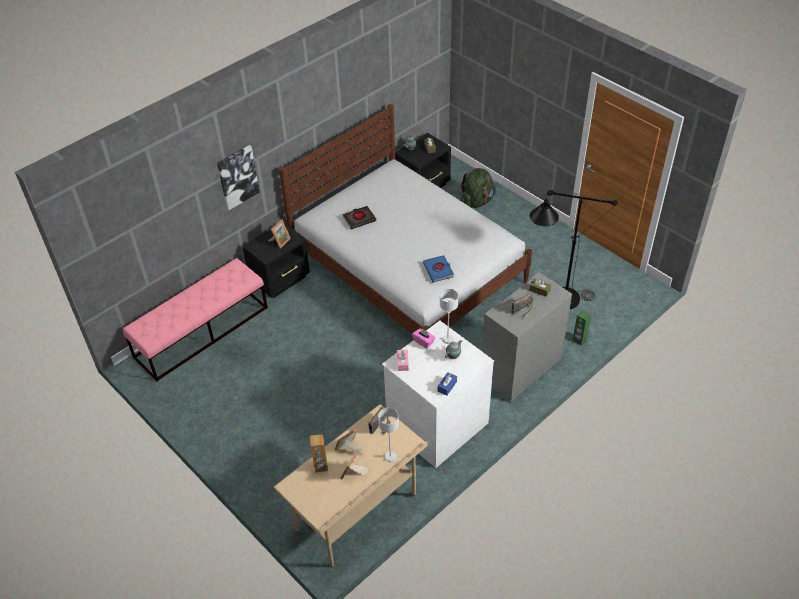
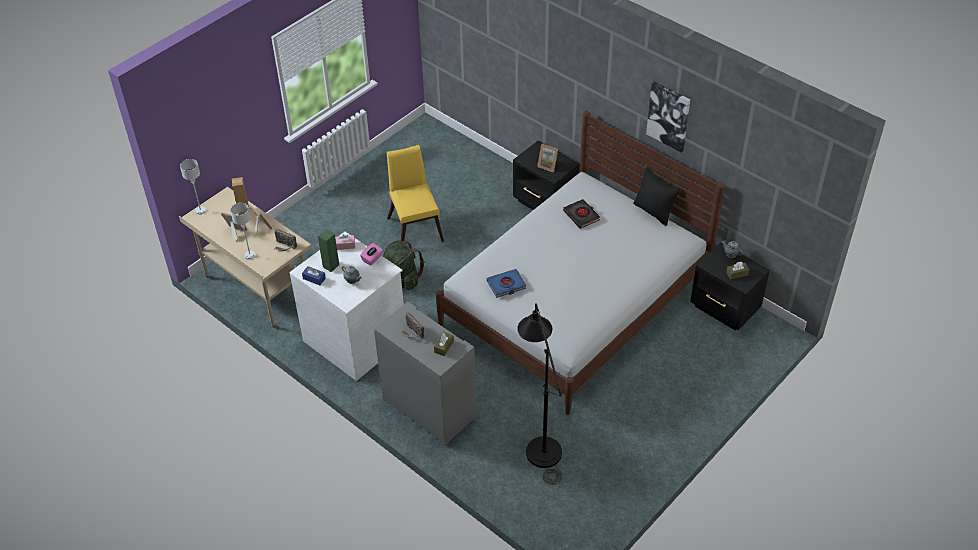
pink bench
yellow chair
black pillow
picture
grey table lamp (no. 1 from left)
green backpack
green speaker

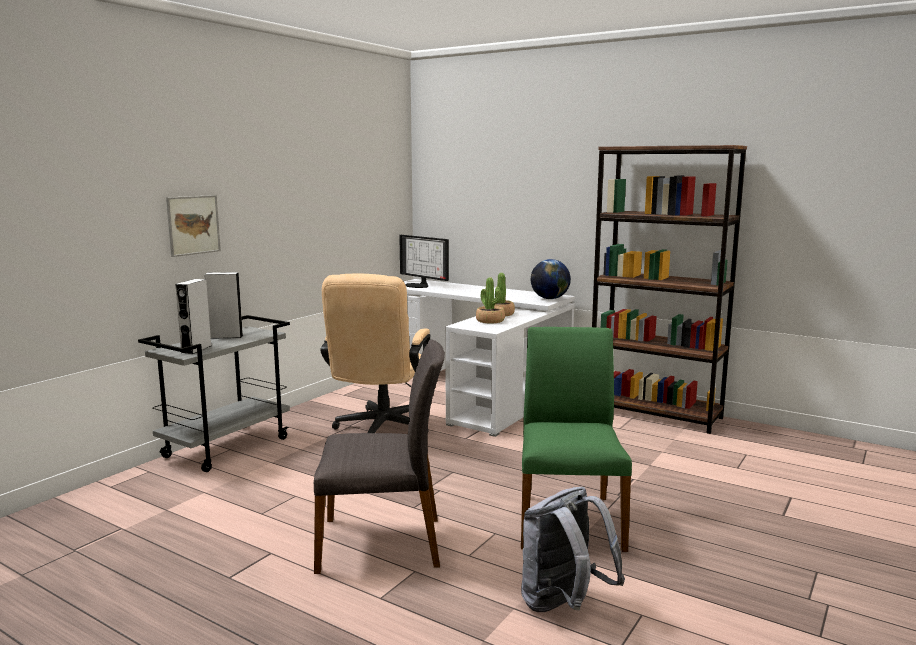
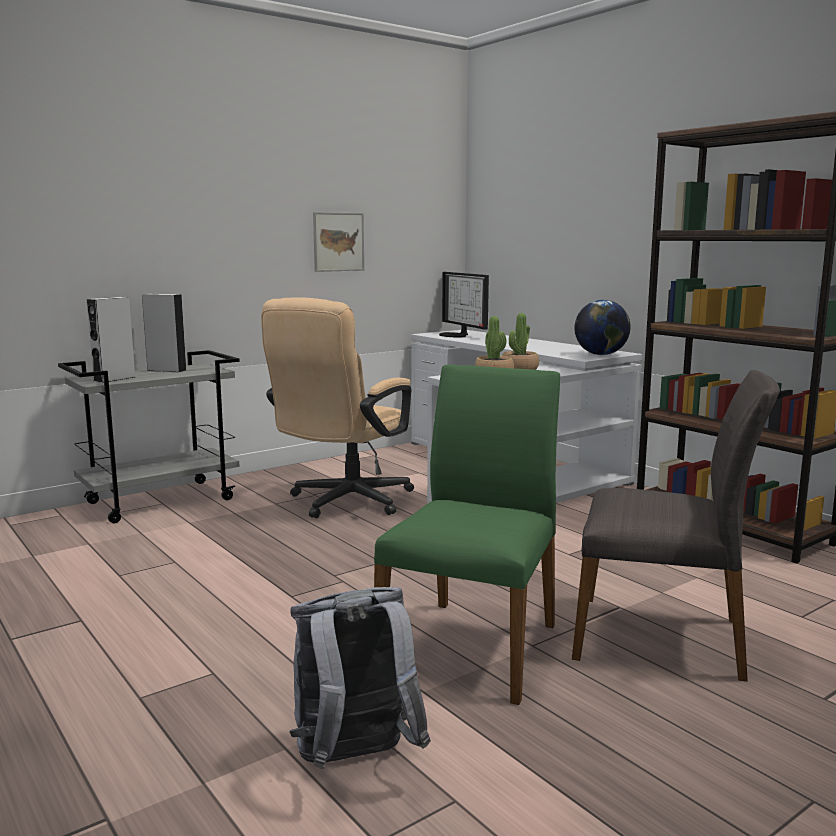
picture
grey chair

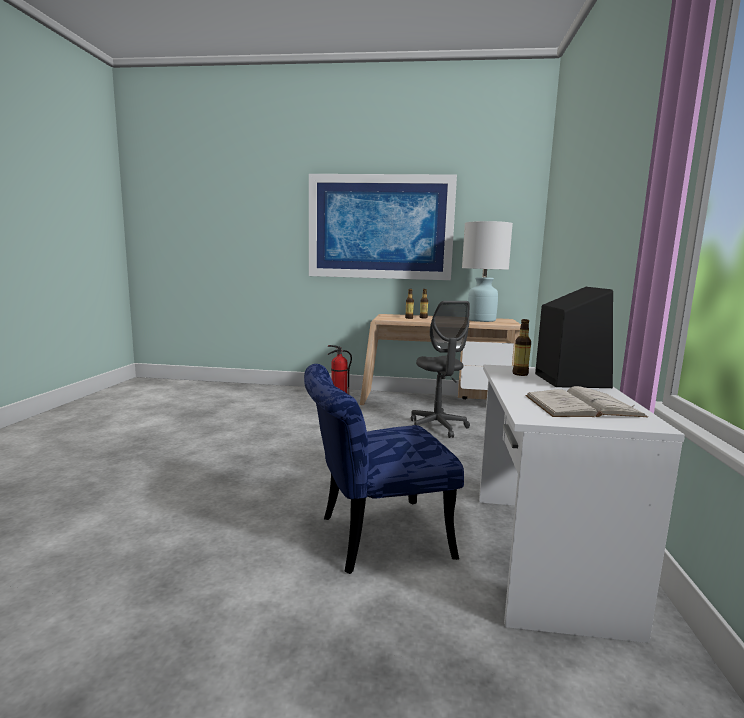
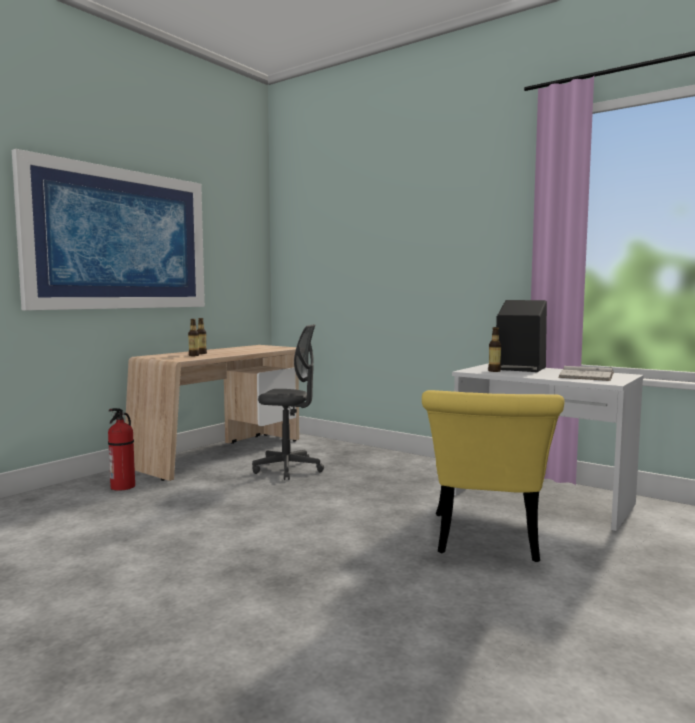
white table lamp
yellow chair

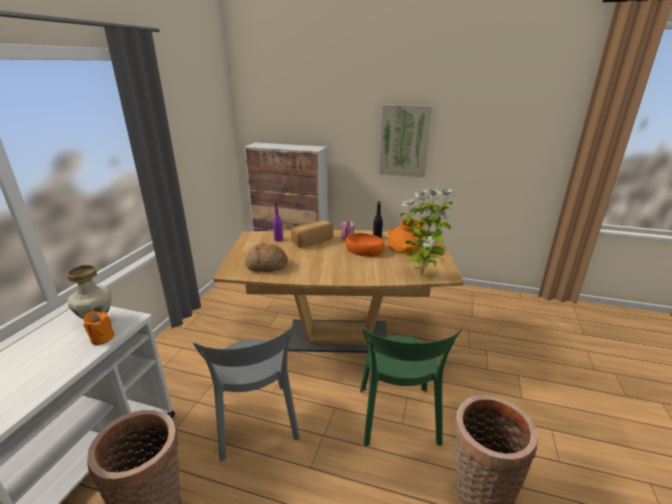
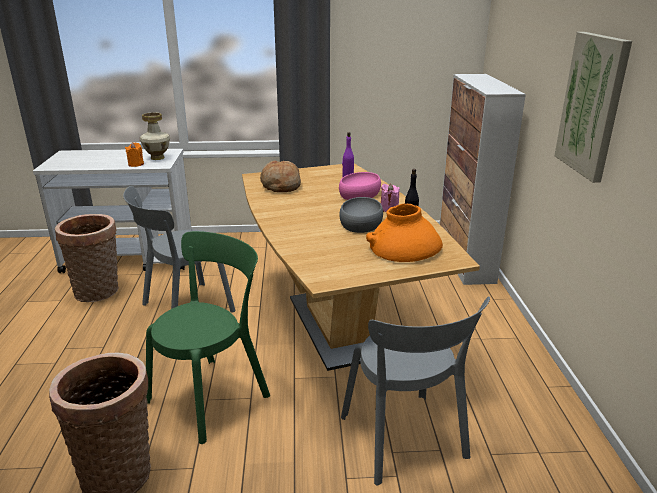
potted plant
grey chair (no. 2 from left)
pink bowl
grey bowl
green chair

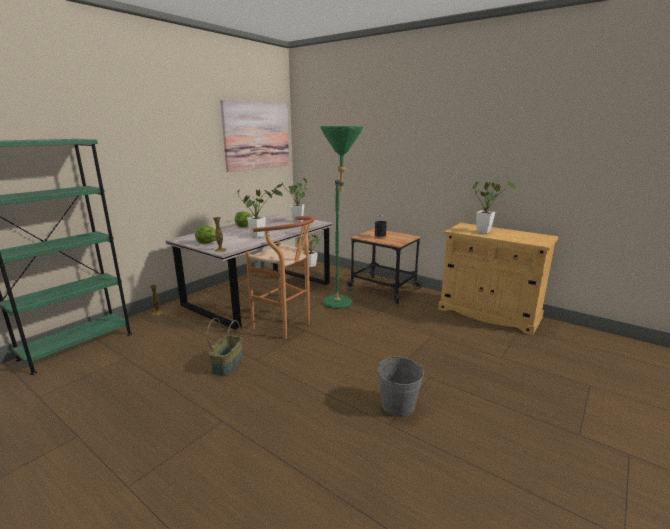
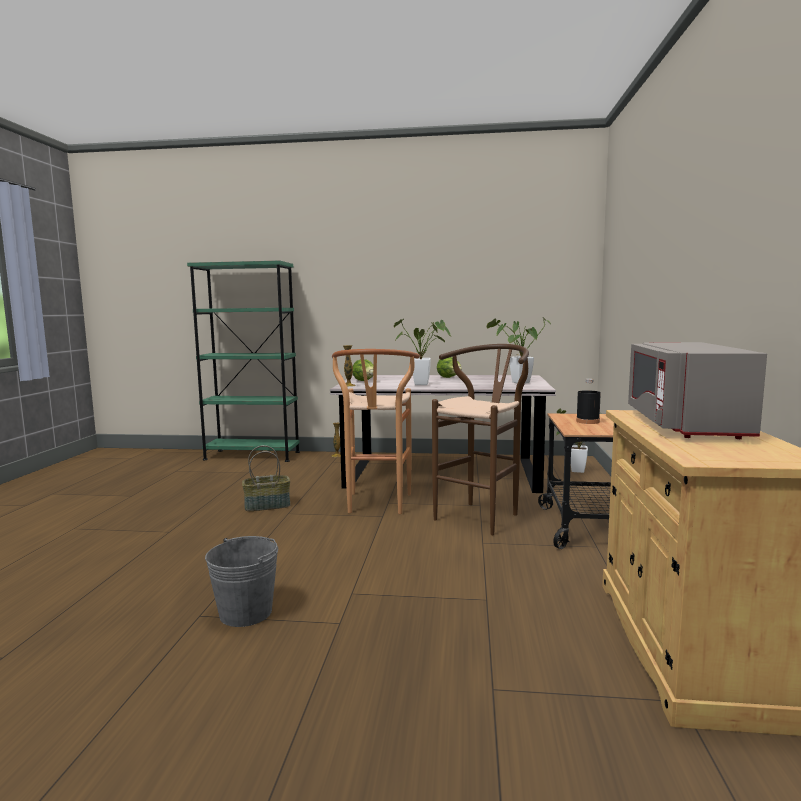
picture
brown stool (no. 2 from left)
grey microwave

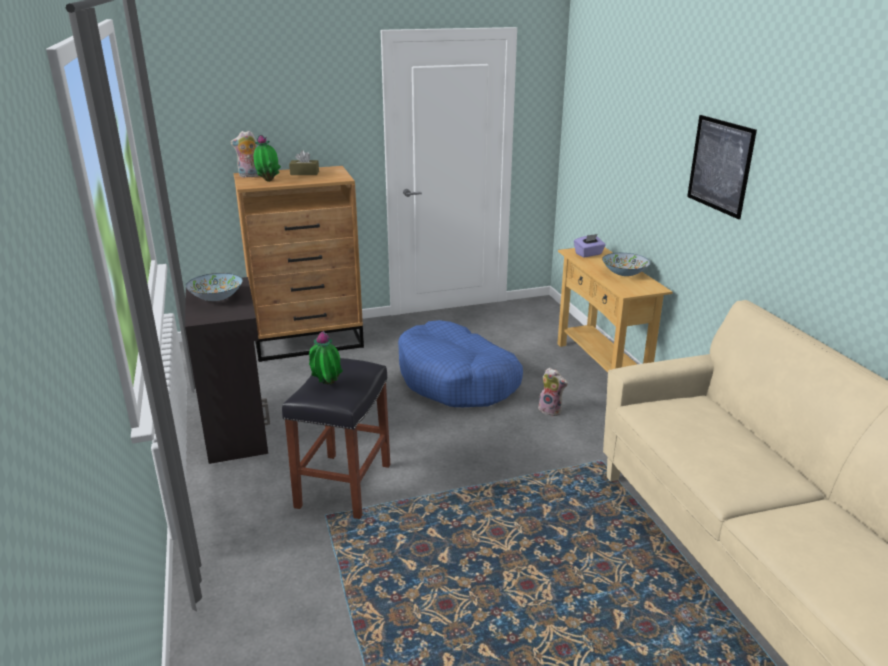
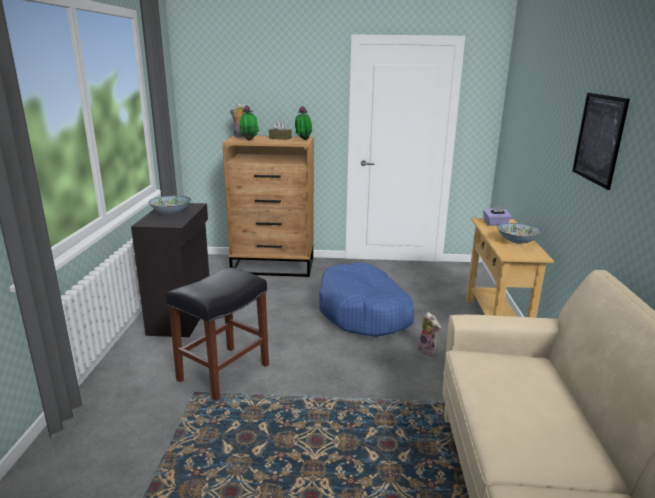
potted plant (no. 2 from left)

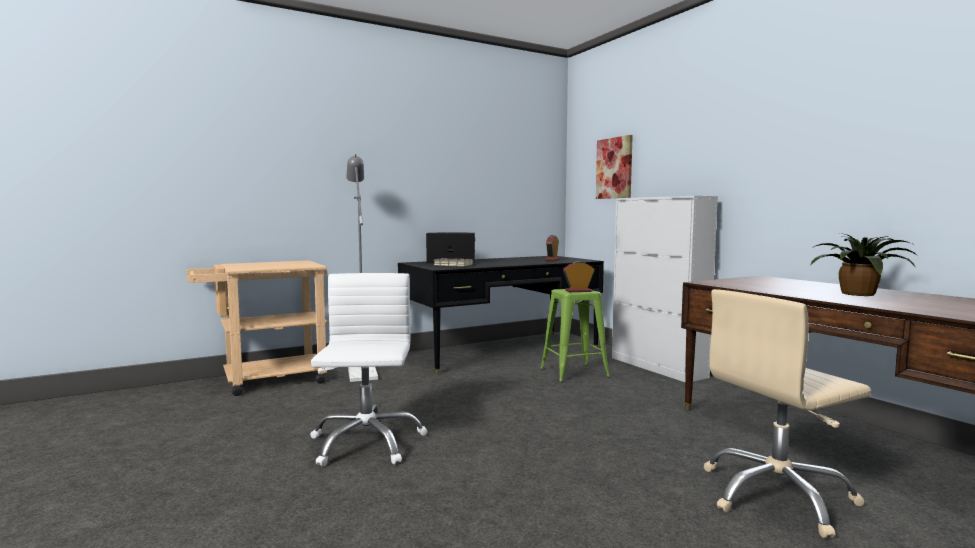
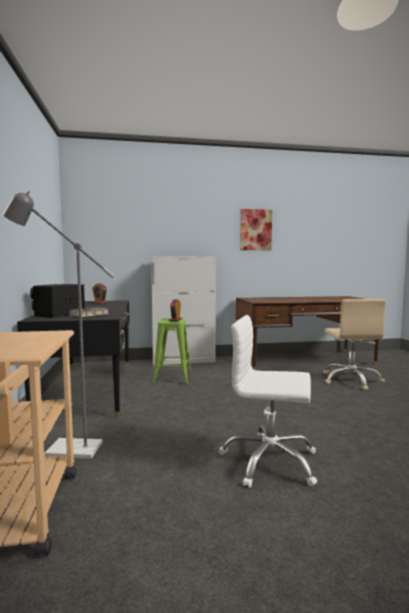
potted plant
picture

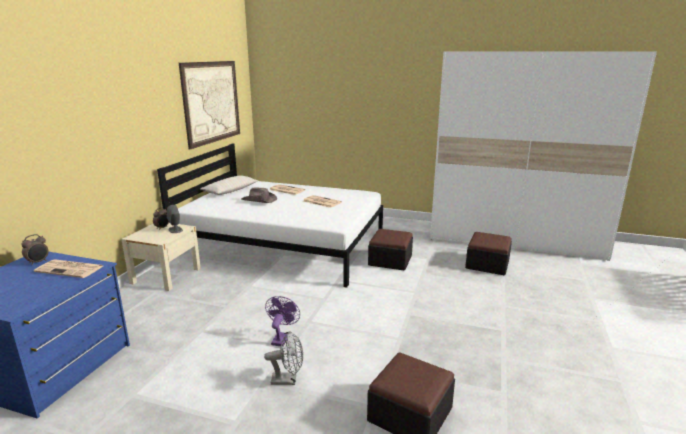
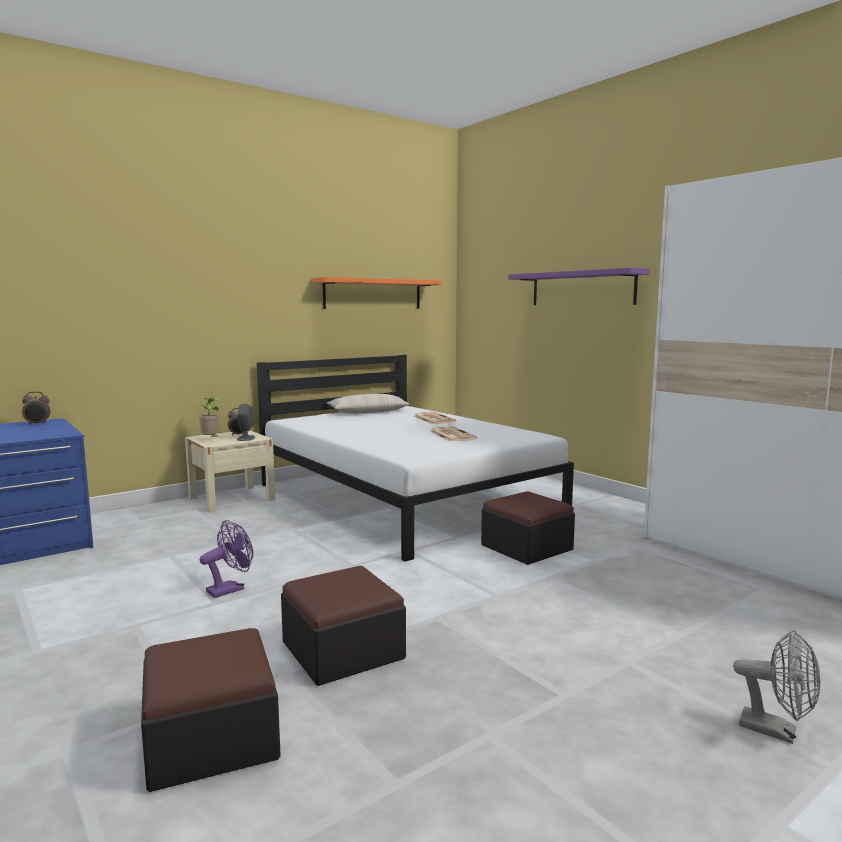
newspaper (no. 1 from left in the first image)
brown hat
potted plant
purple shelf
grey fan
ottoman (no. 2 from left)
orange shelf

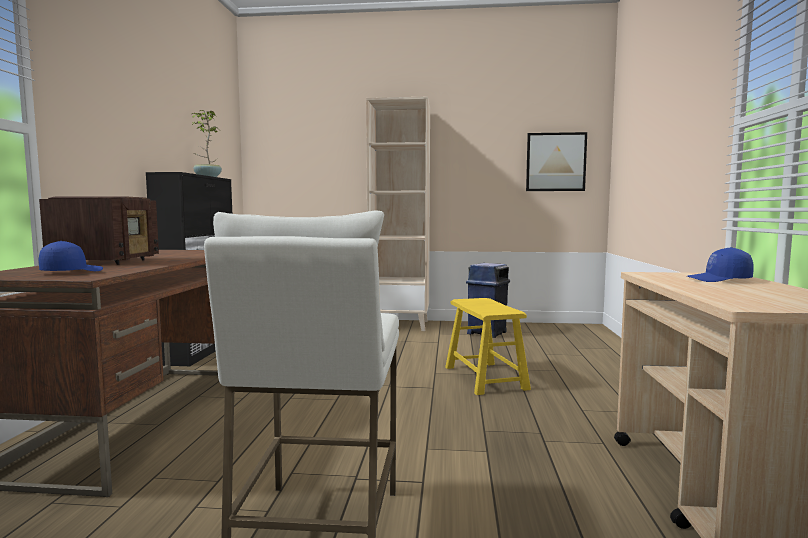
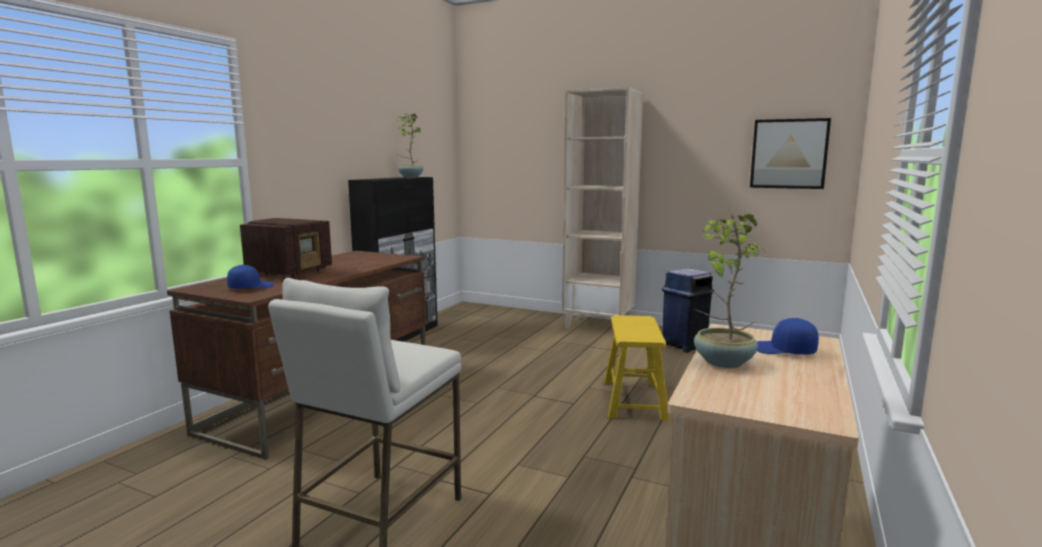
potted plant (no. 2 from left)

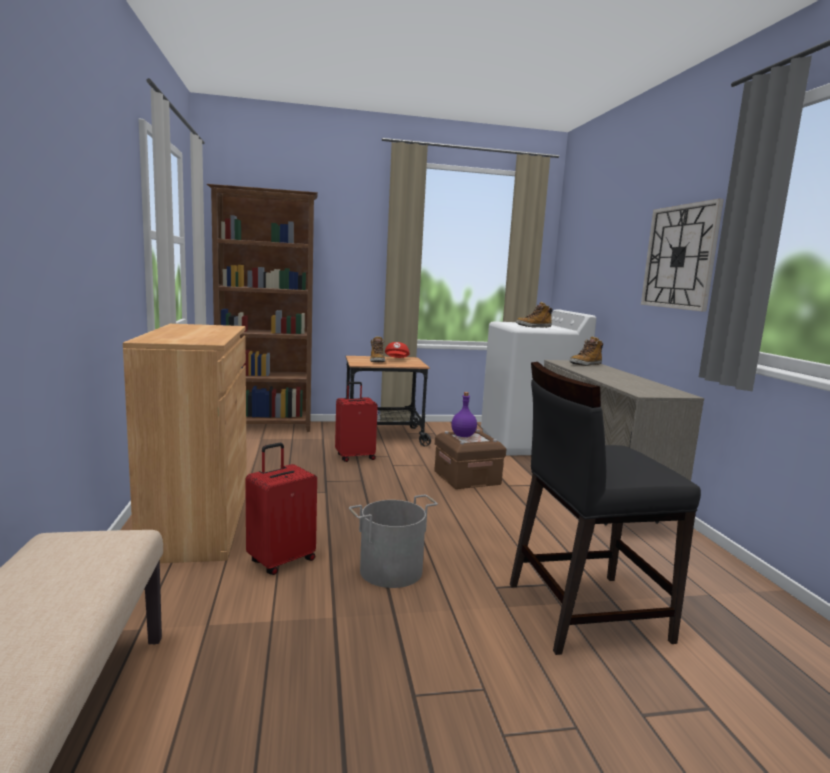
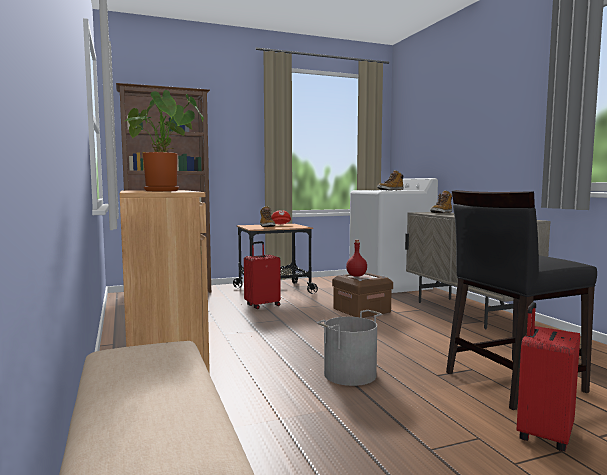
wall clock
potted plant
red suitcase (no. 2 from left)
red bottle

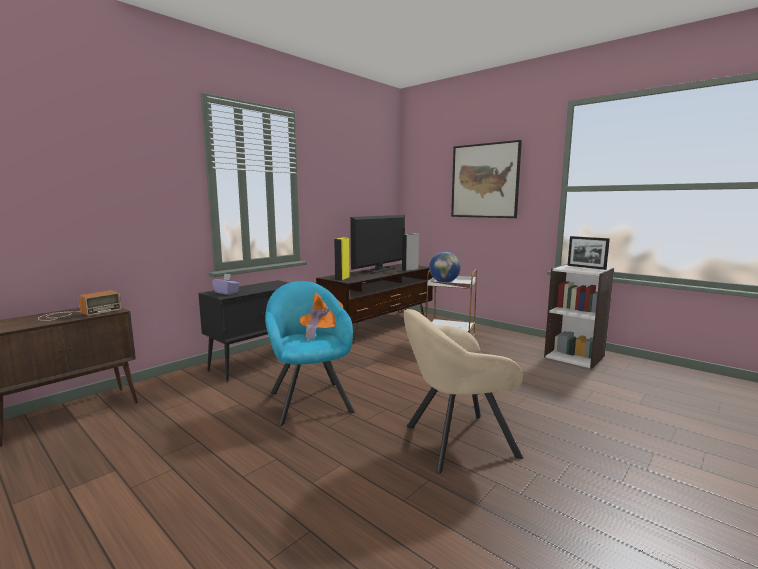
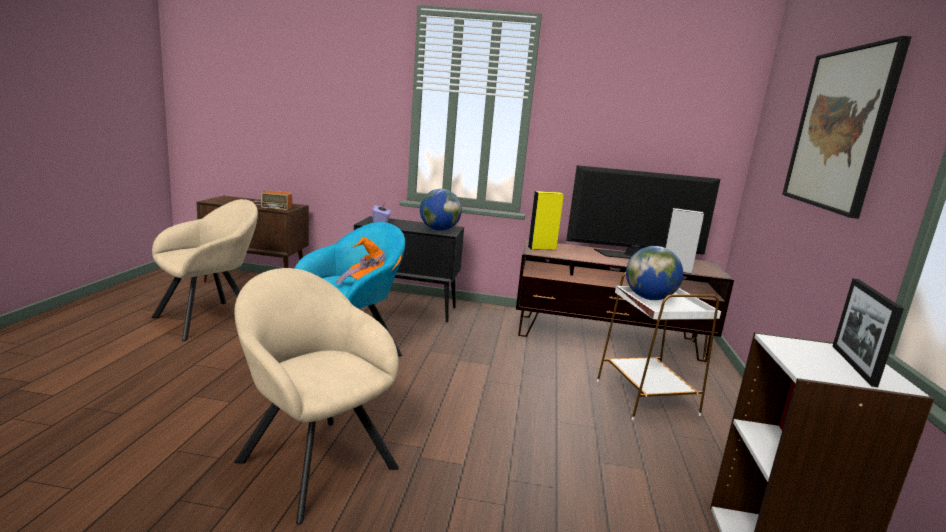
beige armchair (no. 1 from left)
globe (no. 1 from left)

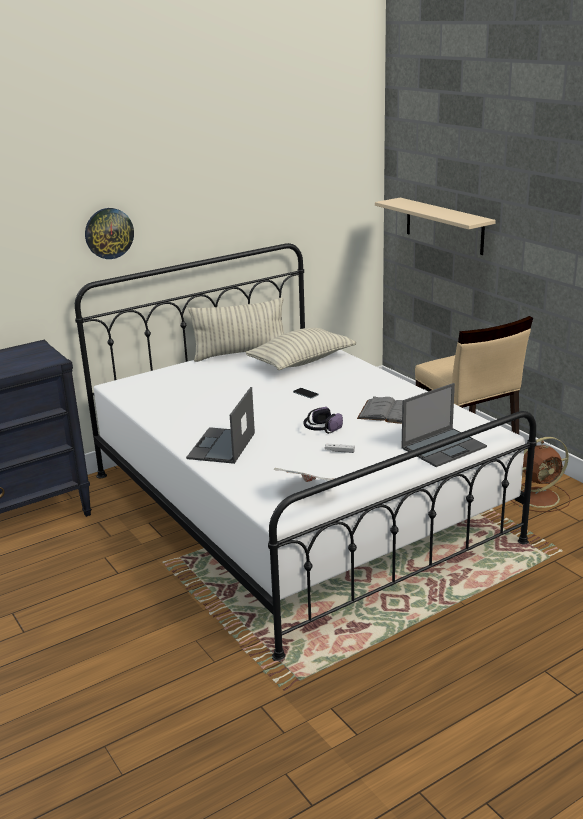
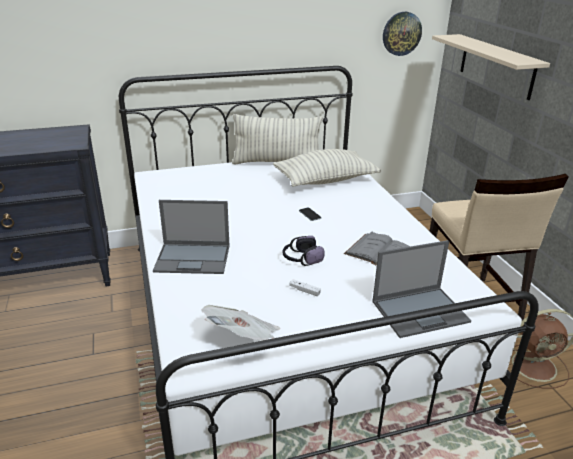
wall clock
laptop (no. 1 from left)

